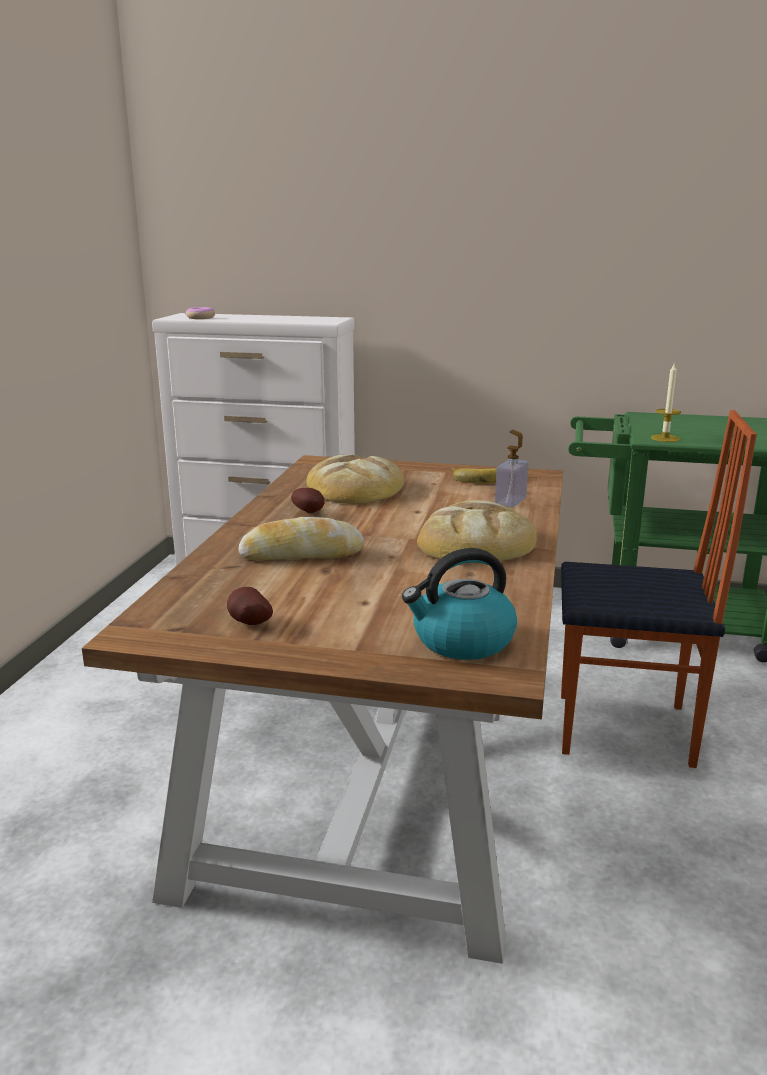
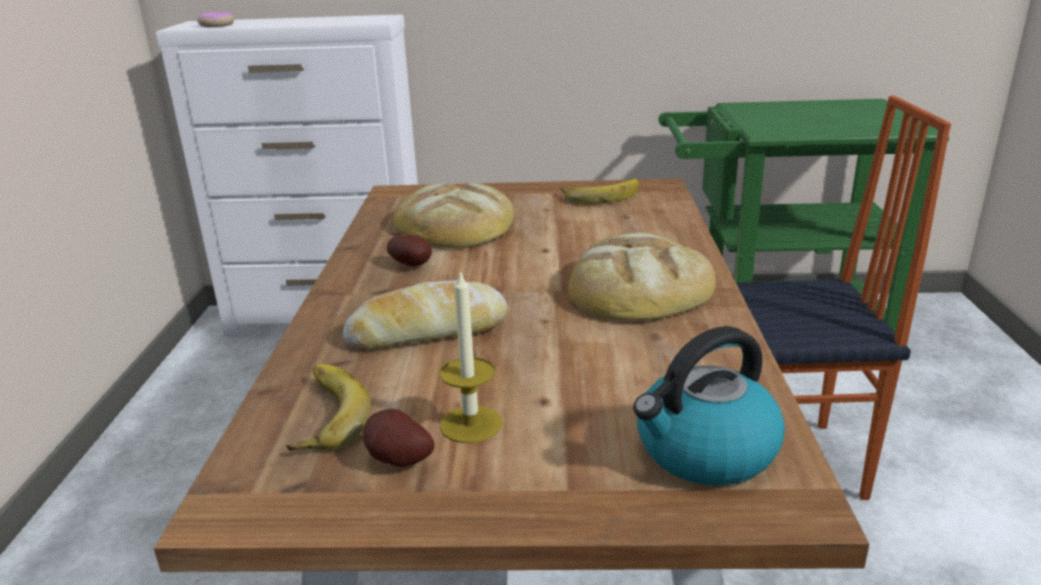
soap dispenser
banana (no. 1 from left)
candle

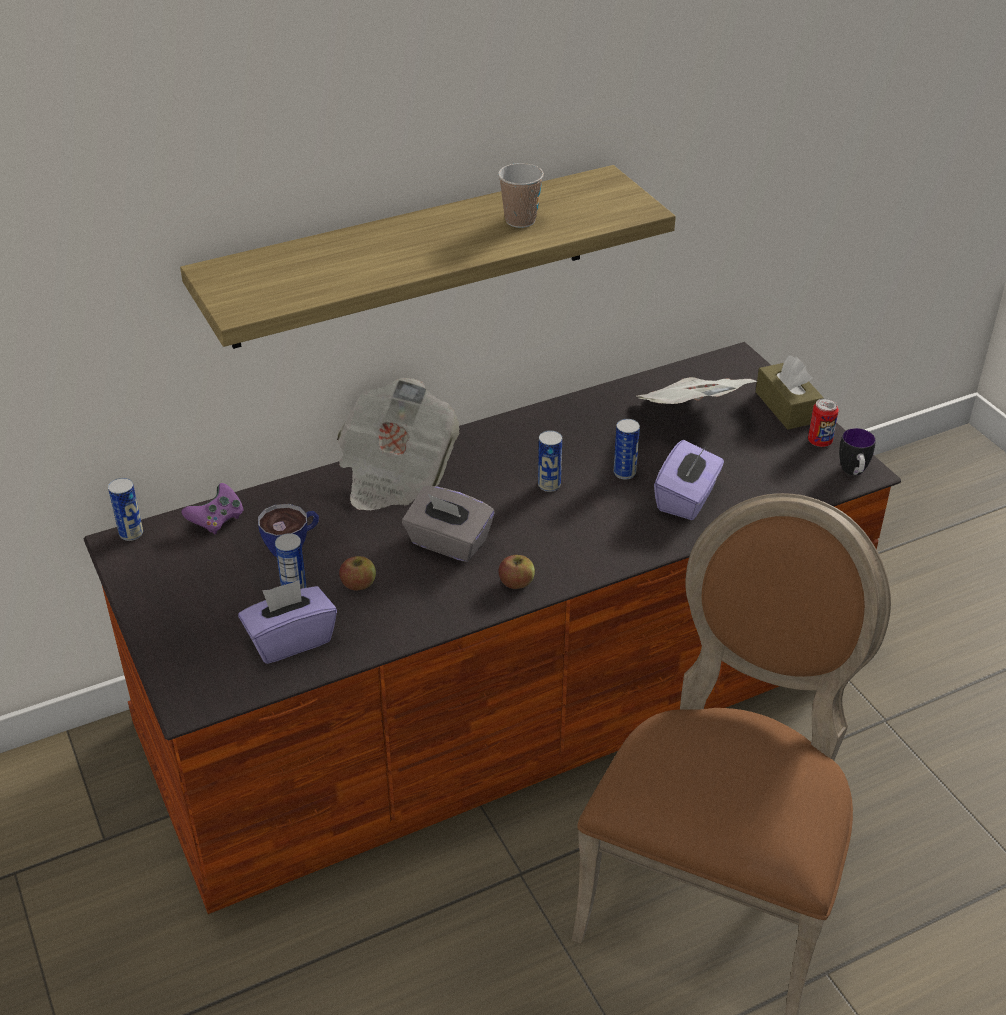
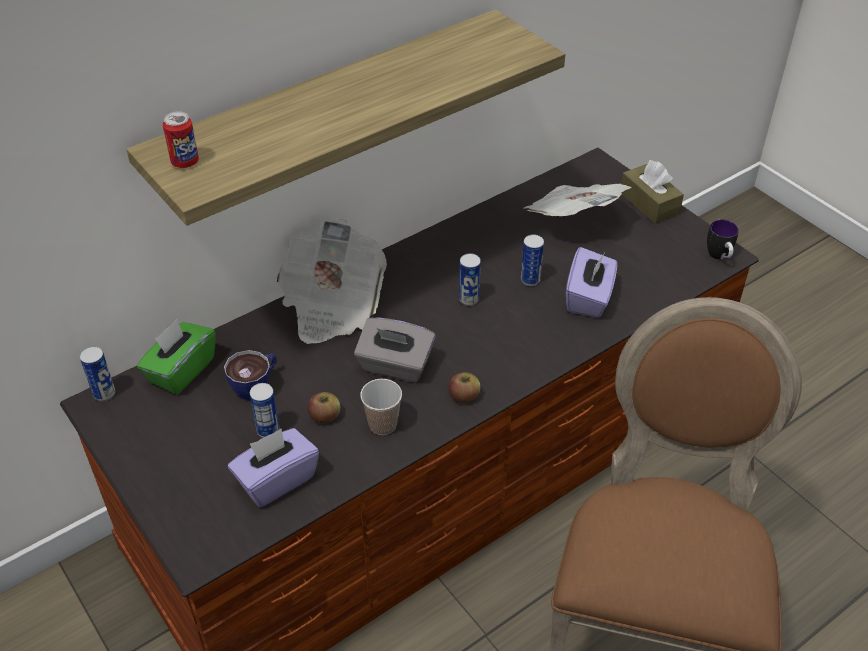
cup (no. 2 from left)
can (no. 2 from left)
green tissue box

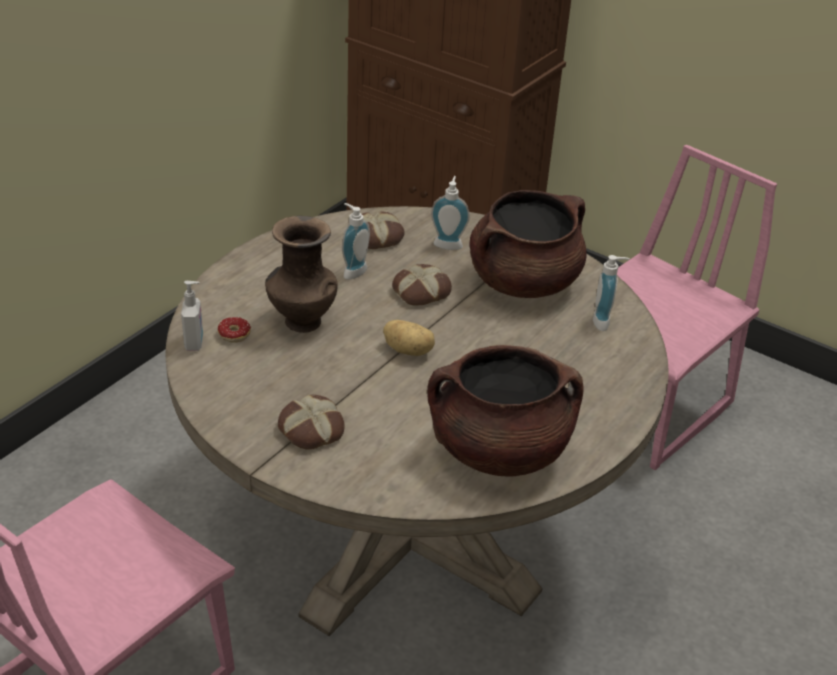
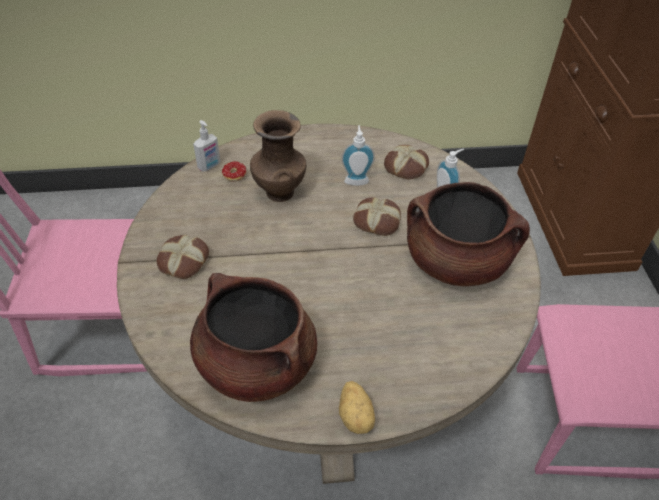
soap dispenser (no. 4 from left in the first image)
potato

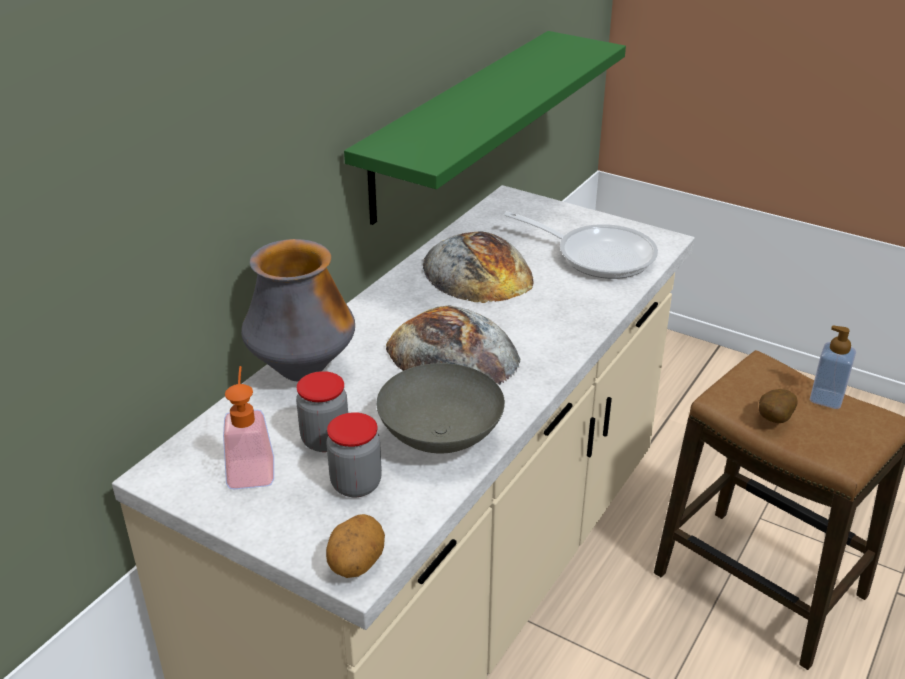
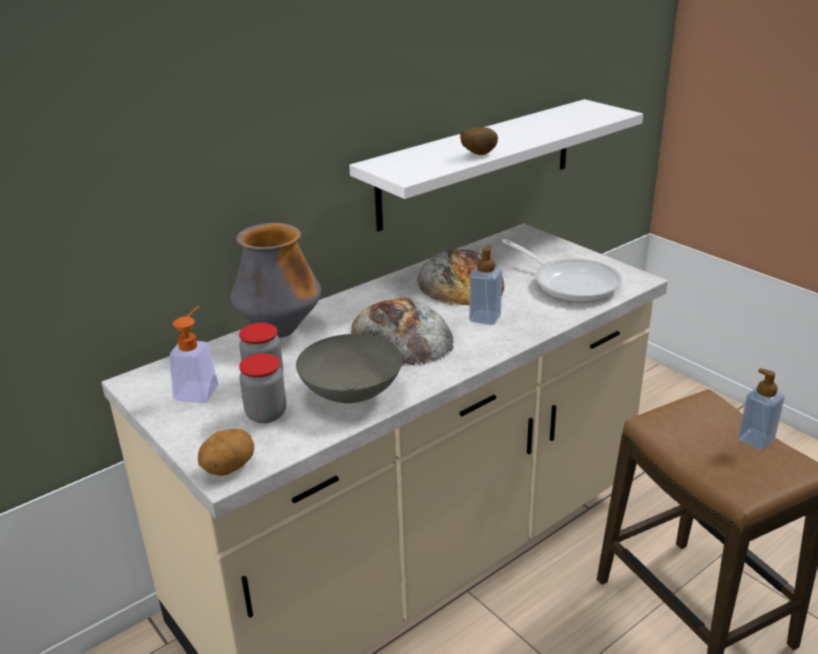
soap dispenser (no. 2 from left)
potato (no. 2 from left)
white shelf

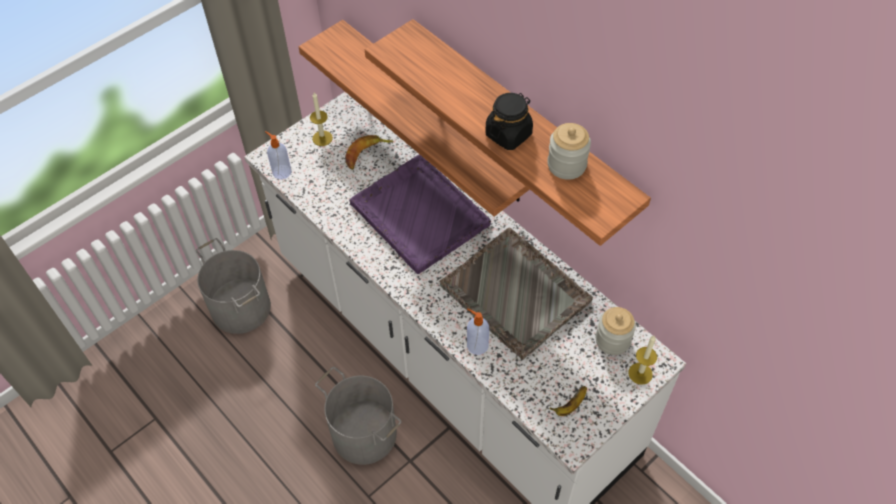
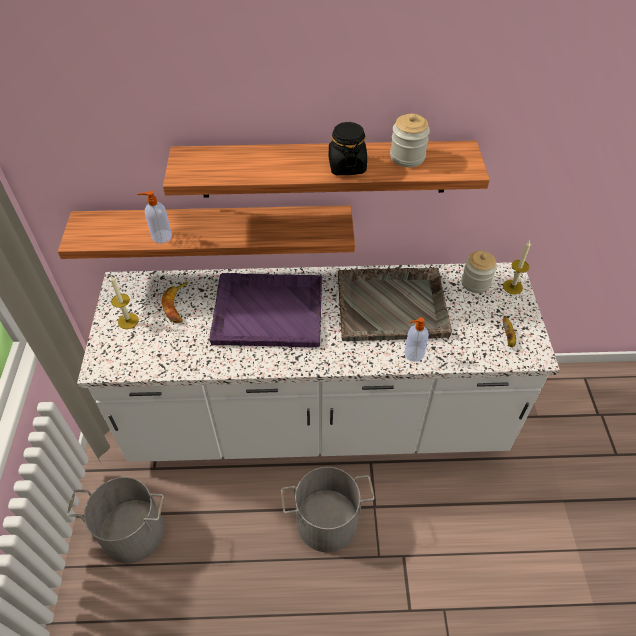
soap dispenser (no. 1 from left)

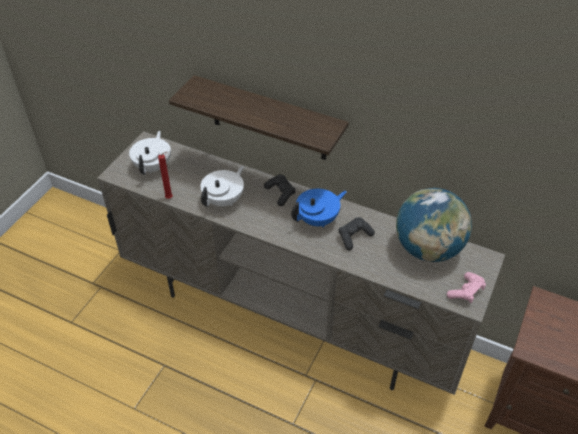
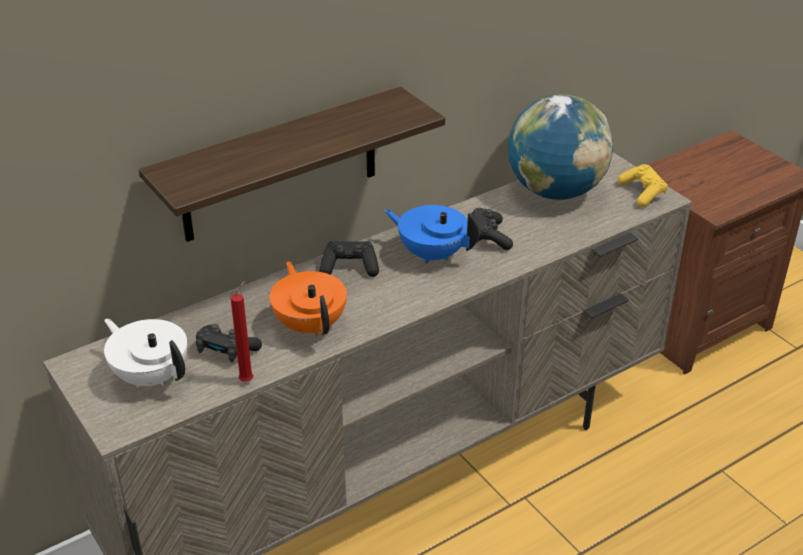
black game controller (no. 1 from left)
orange teapot
yellow game controller
blue teapot

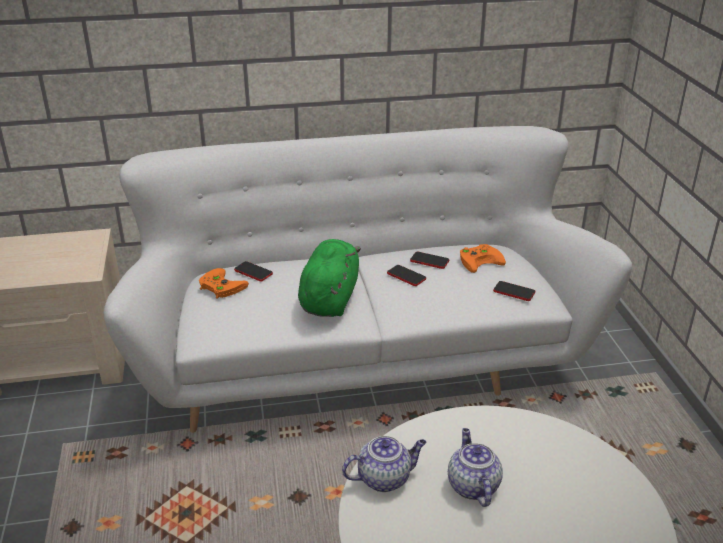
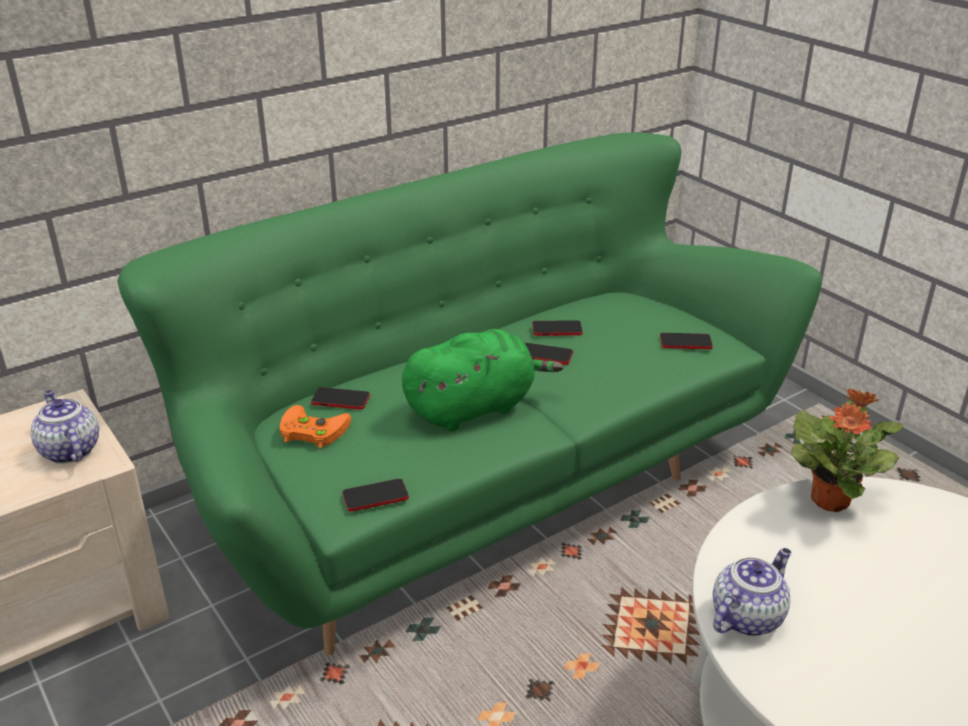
orange game controller (no. 2 from left in the first image)
phone (no. 2 from left)
potted plant
teapot (no. 1 from left)
green sofa
green plush toy

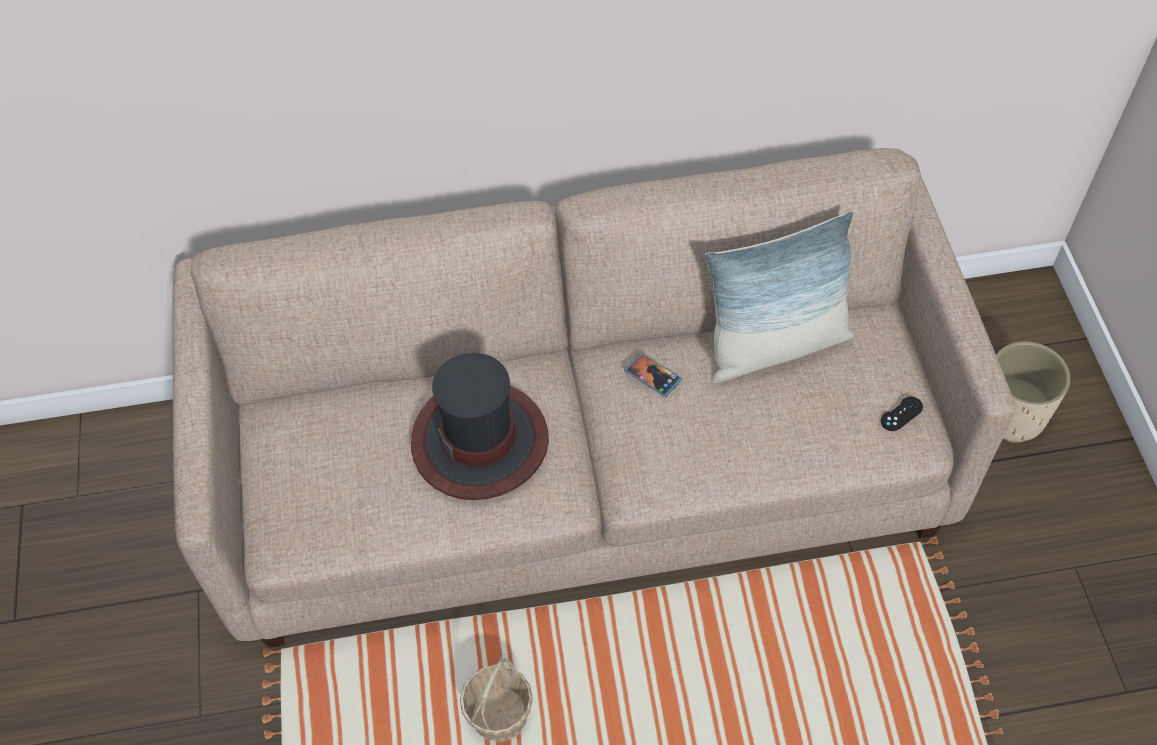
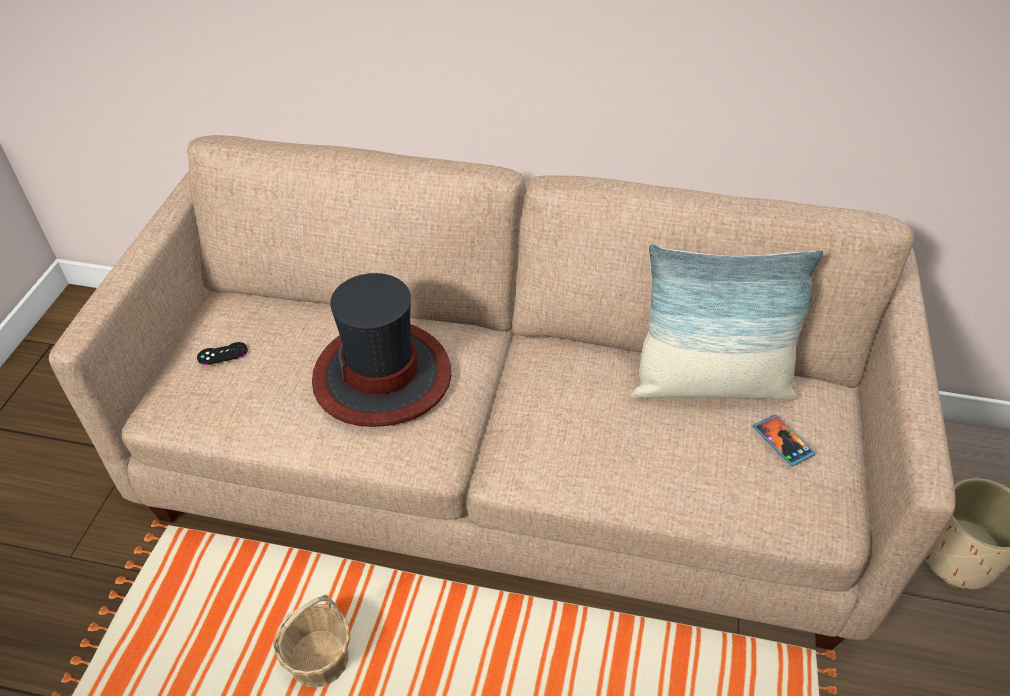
phone
black game controller

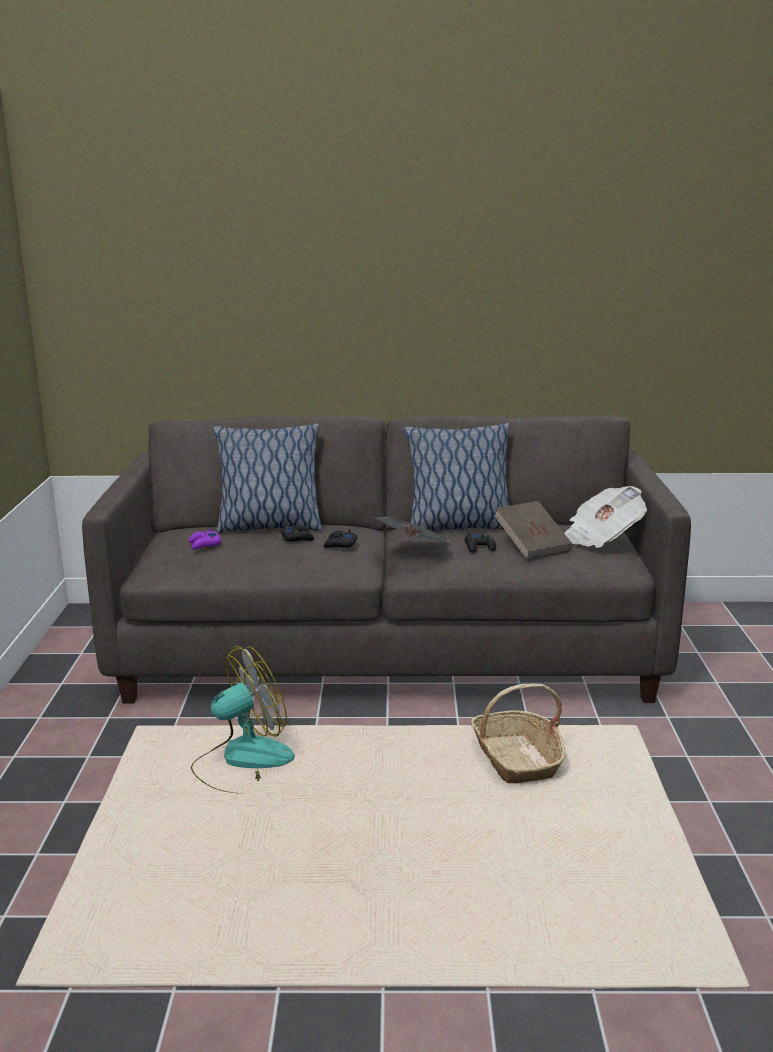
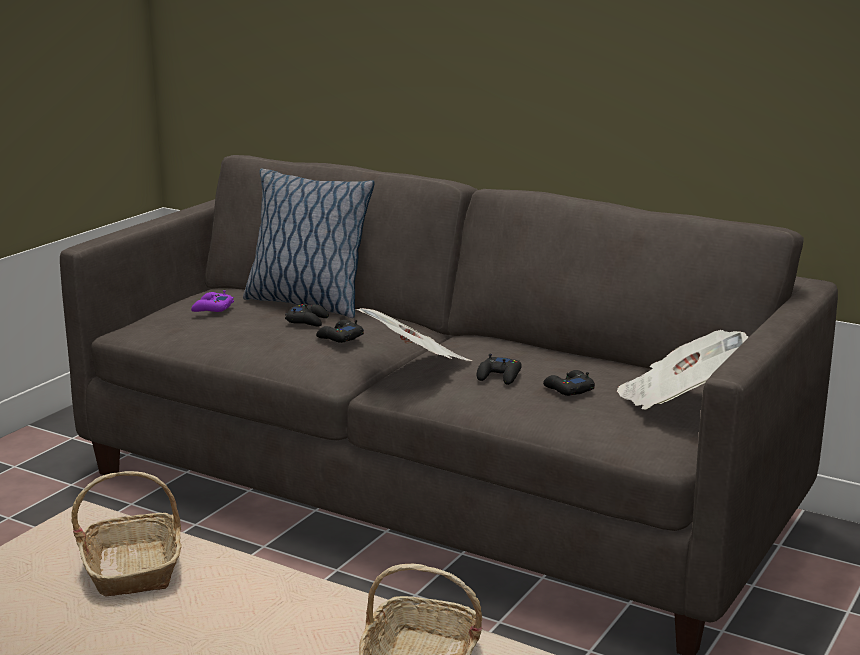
pillow (no. 2 from left in the first image)
basket (no. 1 from left)
black game controller (no. 4 from left)

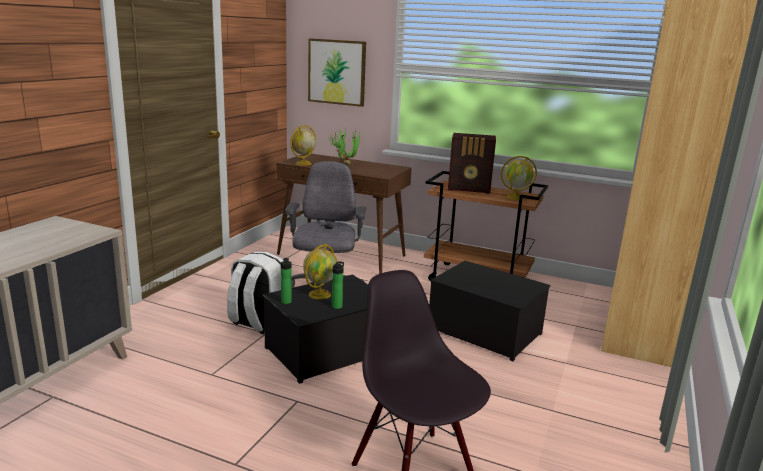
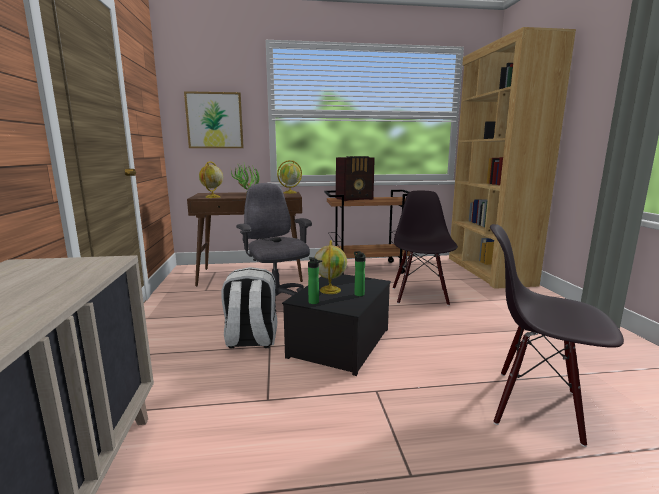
globe (no. 2 from left)
black chair (no. 1 from left)

